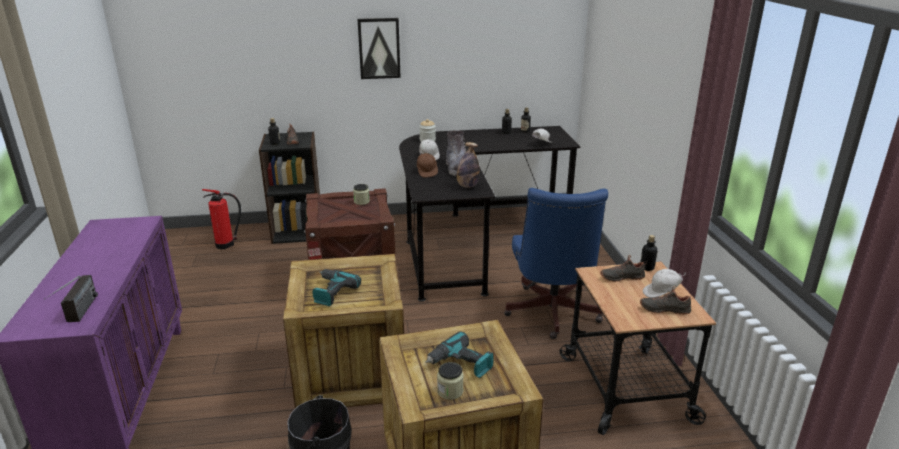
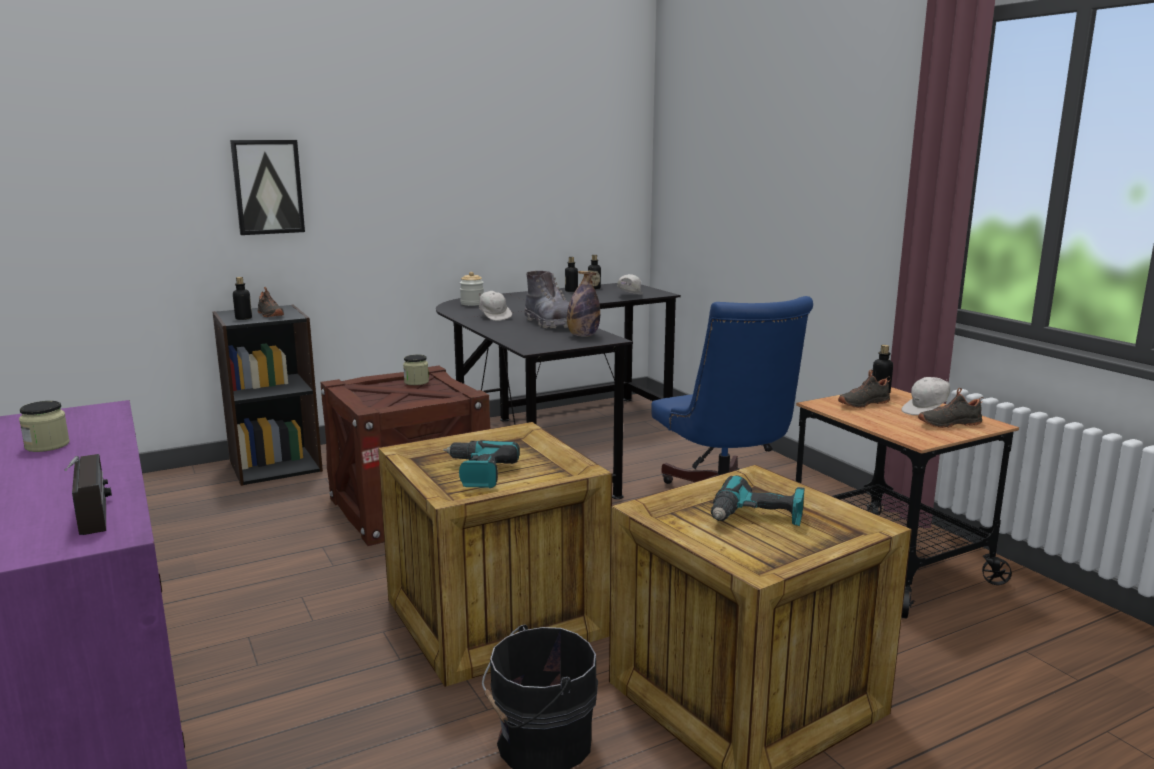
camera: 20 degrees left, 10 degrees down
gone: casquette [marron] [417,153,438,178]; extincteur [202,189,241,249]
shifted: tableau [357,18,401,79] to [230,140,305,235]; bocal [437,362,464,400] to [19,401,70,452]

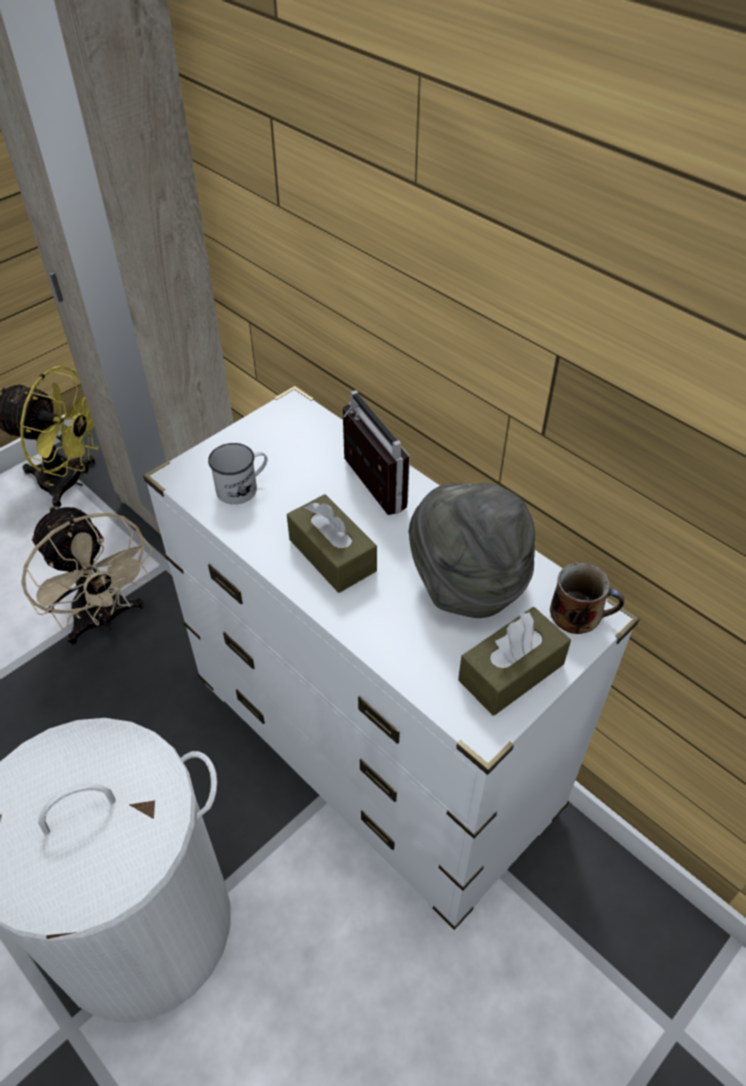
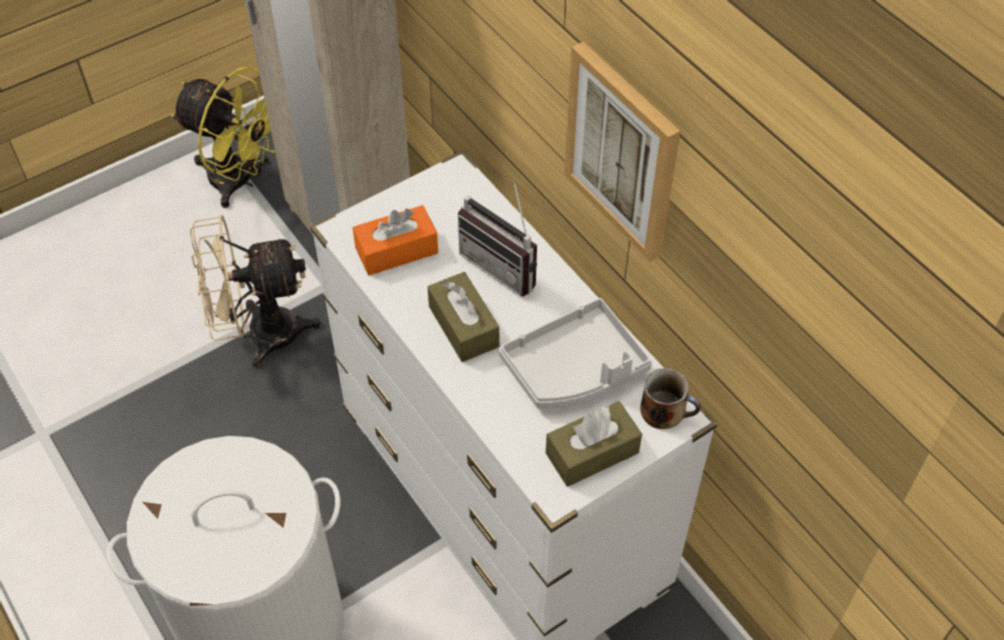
camera: 10 degrees right, 5 degrees up
new: tableau [564,42,680,262]
swapped: mug [blanc] [208,443,267,505] to boîte à mouchoirs [orange] [353,205,438,275]; chapeau [gris] [408,483,535,618] to plateau [gris] [499,298,652,408]
rotated: radio [343,390,410,515] = [458,177,537,297] 150 degrees clockwise; ventilateur [beige] [21,506,153,645] = [190,215,321,369] 105 degrees clockwise

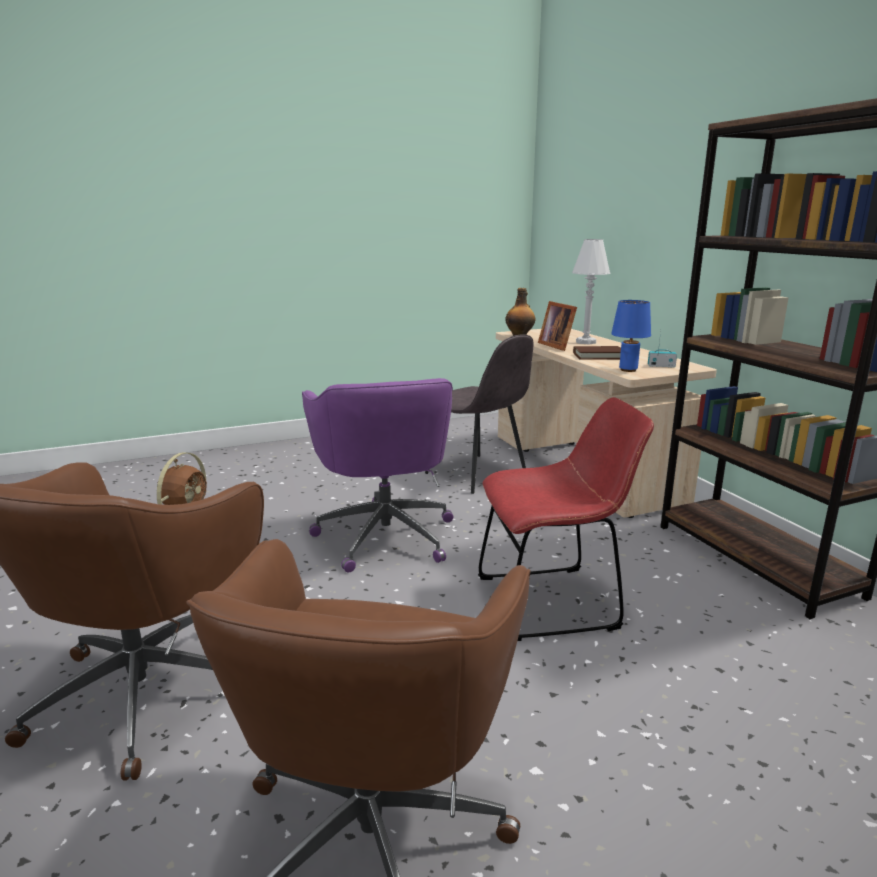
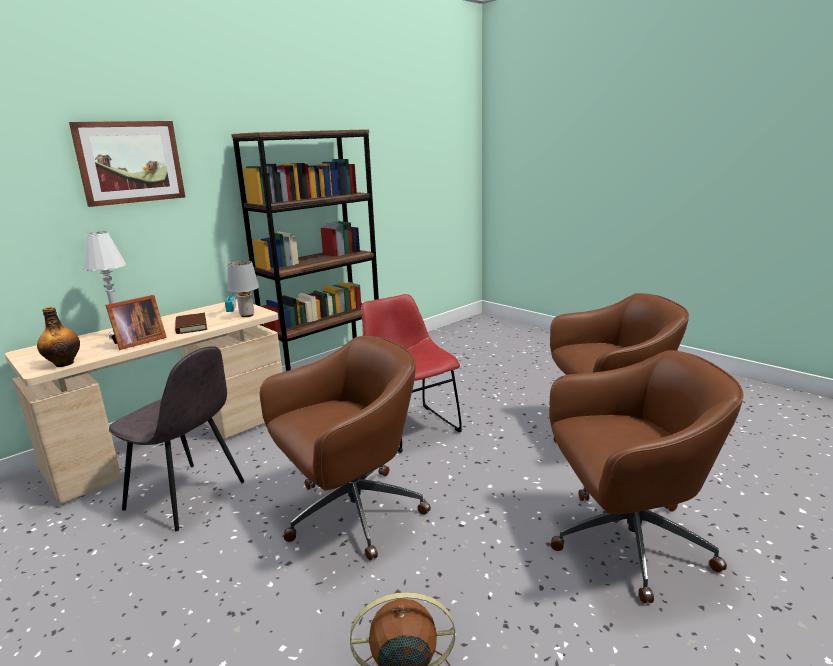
camera: 110 degrees left, 0 degrees up
new: tableau [69,121,185,207]
repainted: lampe de table [bleu] [611,300,651,372] to lampe de table [gris] [227,261,259,317]; chaise de bureau [violet] [302,378,453,573] to chaise de bureau [marron] [260,336,431,560]
rotated: chaise [gris] [425,334,534,494] = [109,346,245,531] 90 degrees clockwise

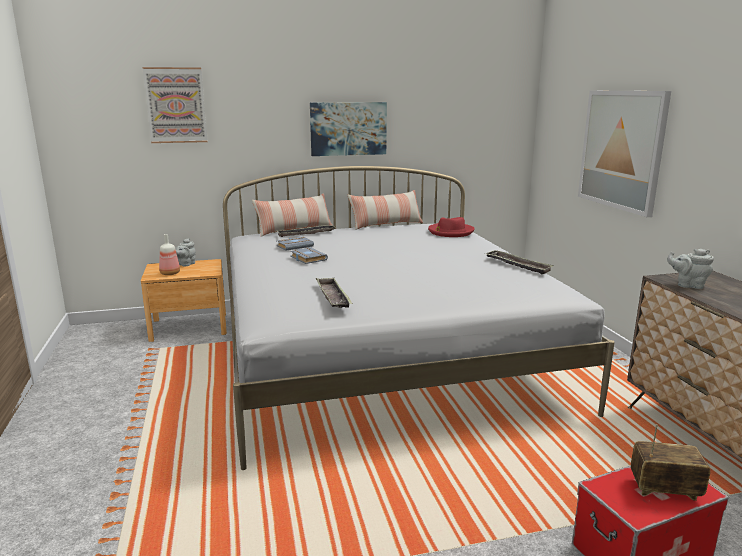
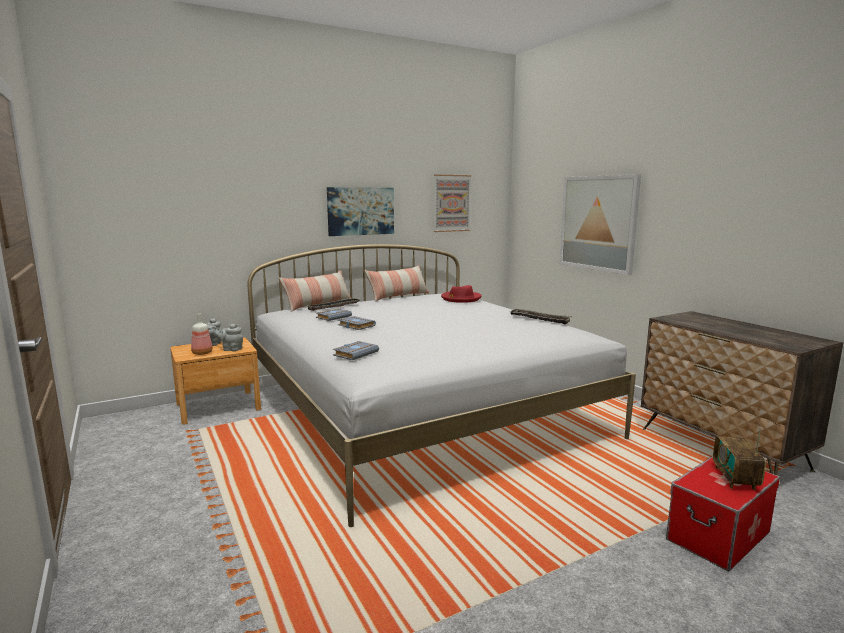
camera: 15 degrees left, 5 degrees down
gone: plateau [316,278,353,308]
new: livre [gris] [333,341,379,360]
shifted: tableau [143,67,208,143] to [434,174,471,232]; théière [gris] [667,249,714,289] to [215,324,243,351]
rotated: radio [631,424,710,501] = [713,427,766,490] 75 degrees counterclockwise

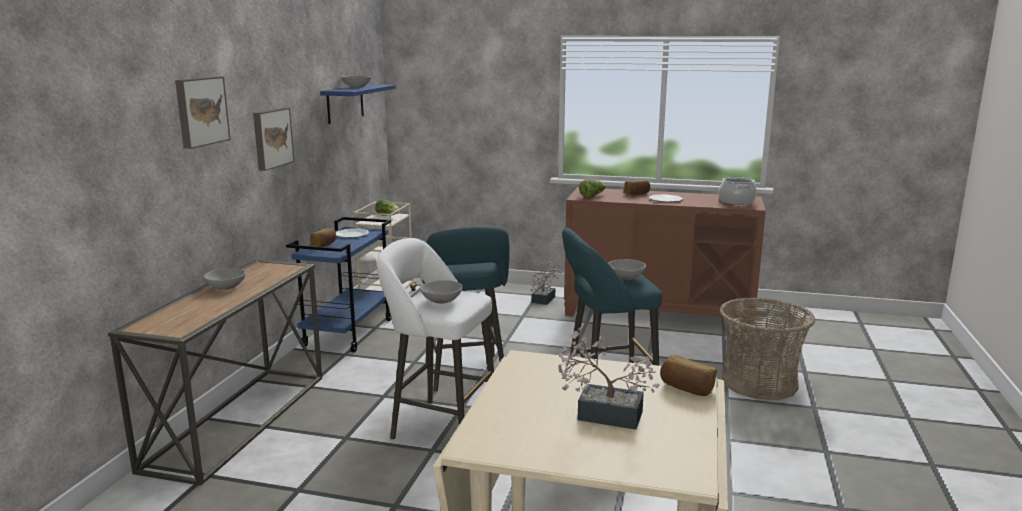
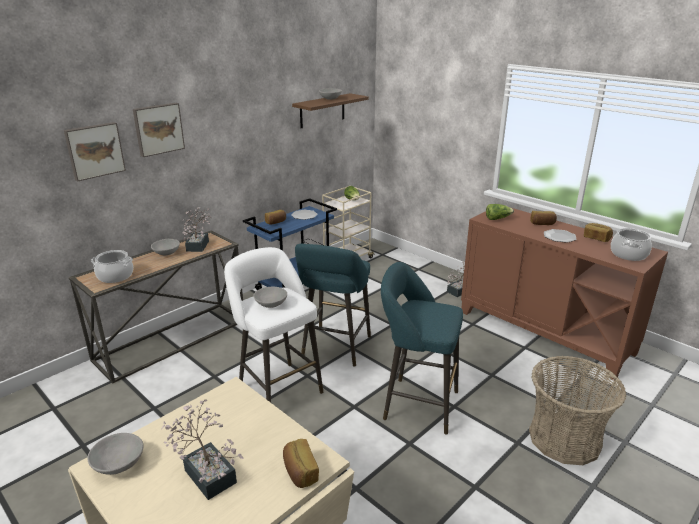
camera: 30 degrees right, 10 degrees up
new: plante en pot [182,207,211,252]; pain [584,223,613,242]; marmite [91,250,133,283]
shifted: tableau [253,108,295,171] to [64,122,126,181]; bol [gris] [608,259,646,280] to [87,433,144,475]
repainted: étagère [bleu] [320,84,396,124] to étagère [marron] [292,93,369,128]

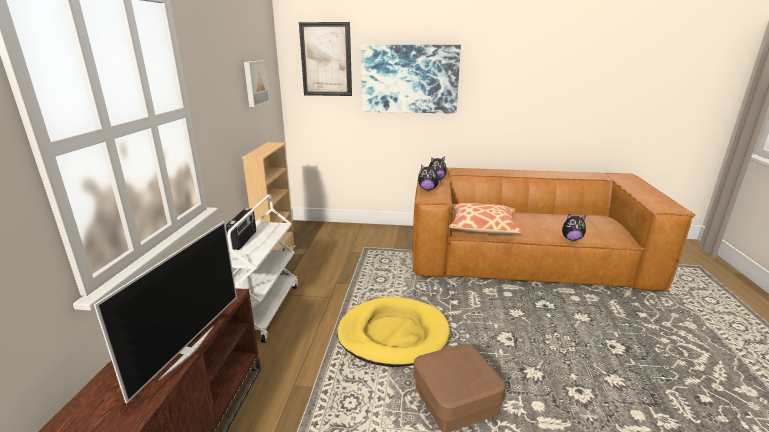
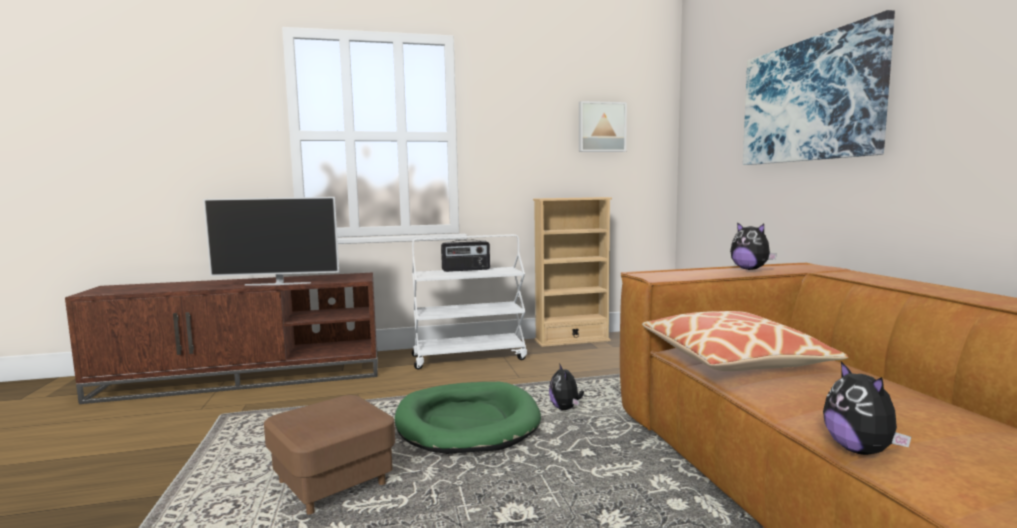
camera: 70 degrees right, 15 degrees down
gone: tableau [299,22,352,96]
shifted: peluche [418,165,441,190] to [549,363,584,410]
repainted: panier pour chien [jaune] [337,297,450,367] to panier pour chien [vert] [395,382,541,454]

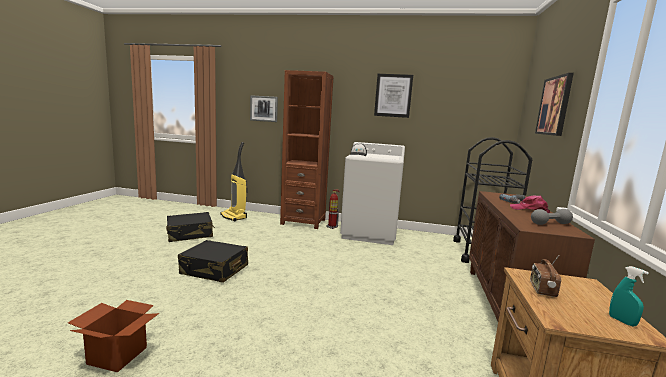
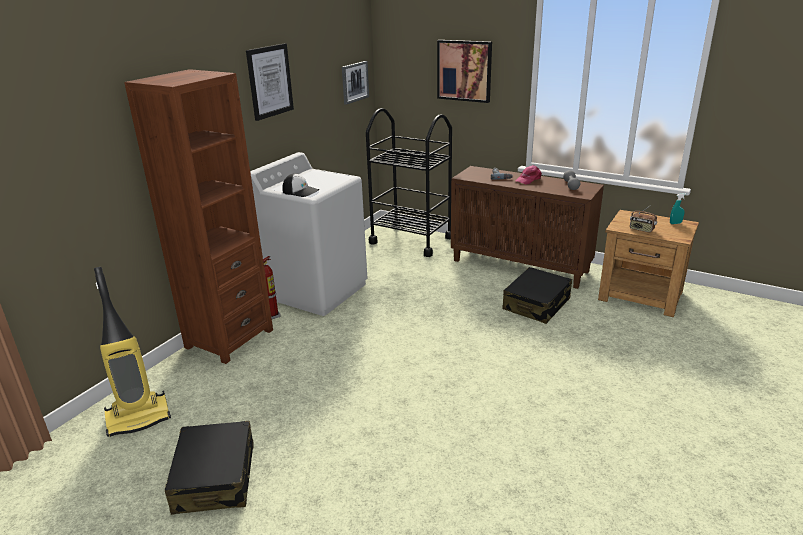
camera: 70 degrees left, 15 degrees up
gone: carton [68,300,159,373]
shifted: tableau [250,95,278,122] to [342,61,369,105]; valise [noir] [178,240,248,283] to [502,267,572,324]

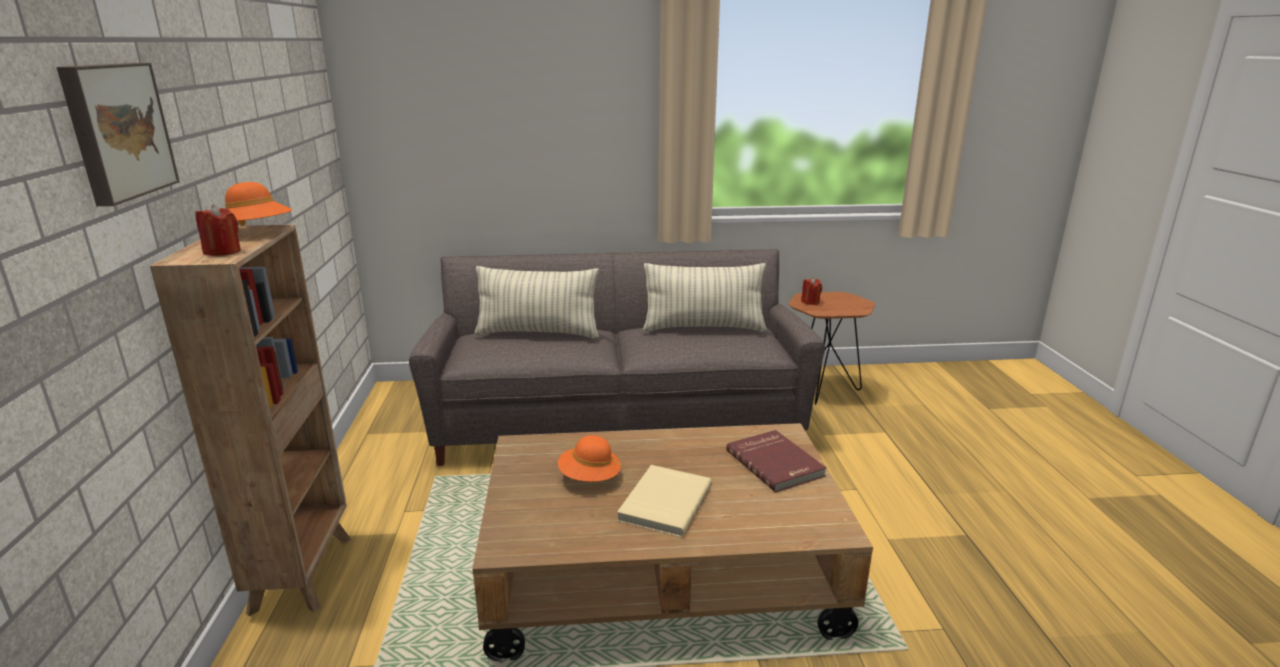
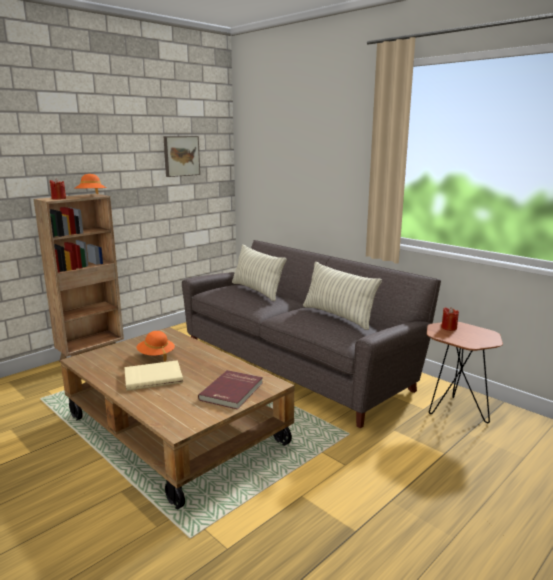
camera: 50 degrees right, 5 degrees down
shifted: tableau [56,63,180,206] to [163,136,200,177]

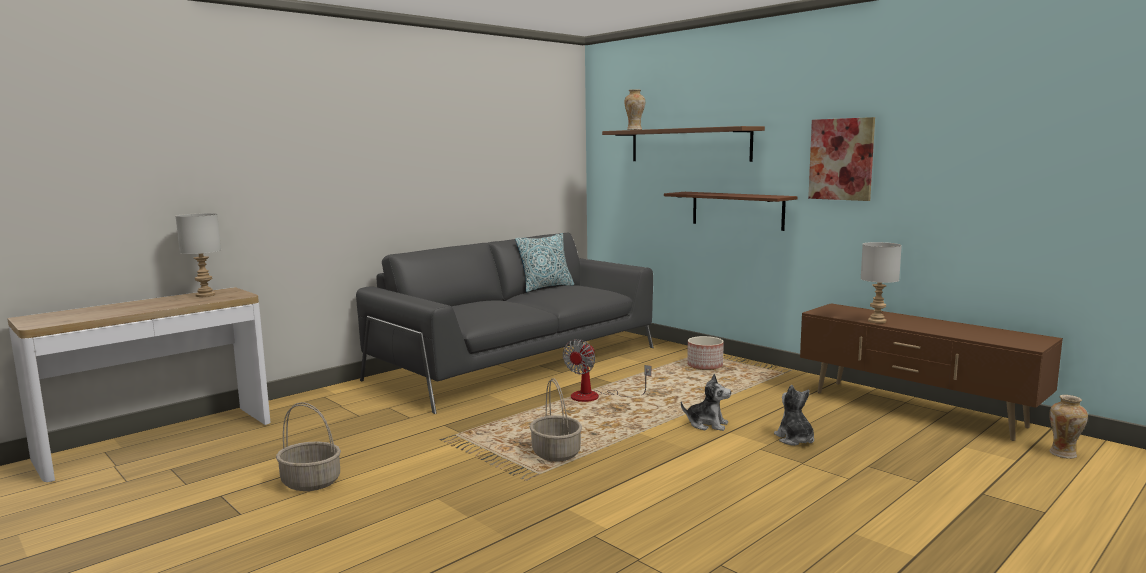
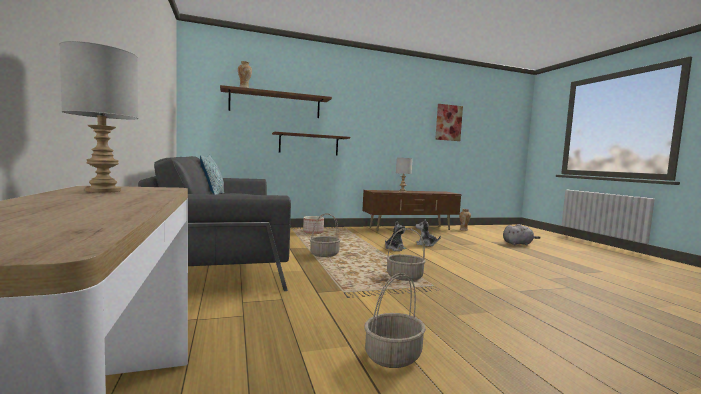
camera: 65 degrees left, 5 degrees down
new: peluche [gris] [503,224,541,245]
shifted: tableau [808,117,875,201] to [435,104,463,141]
swapped: ventilateur [563,339,651,402] to panier [310,213,341,257]

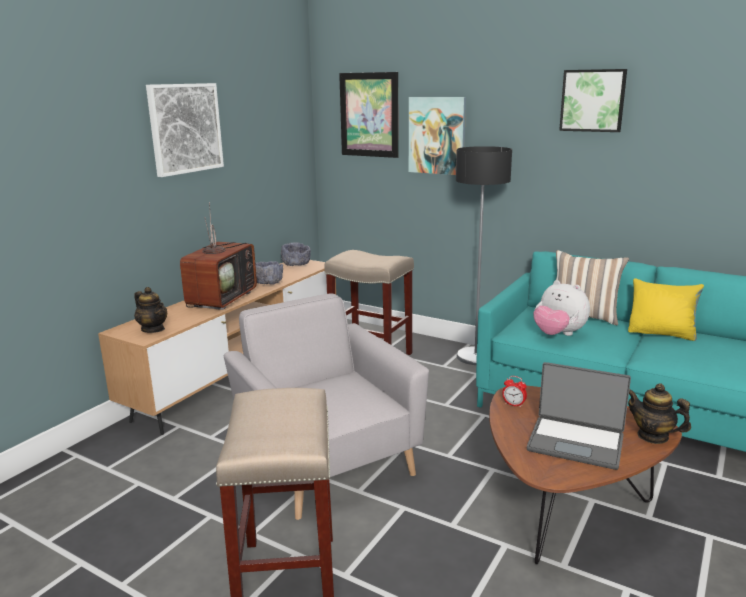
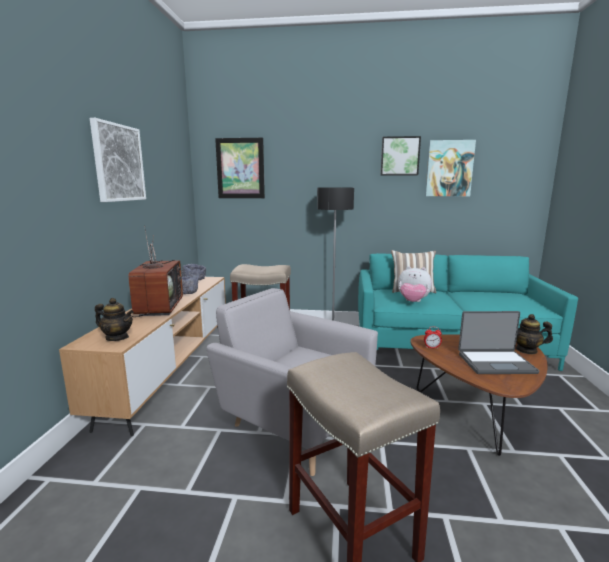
camera: 25 degrees left, 5 degrees down
gone: coussin [jaune] [628,278,704,341]
shifted: tableau [409,97,466,175] to [425,140,476,196]

